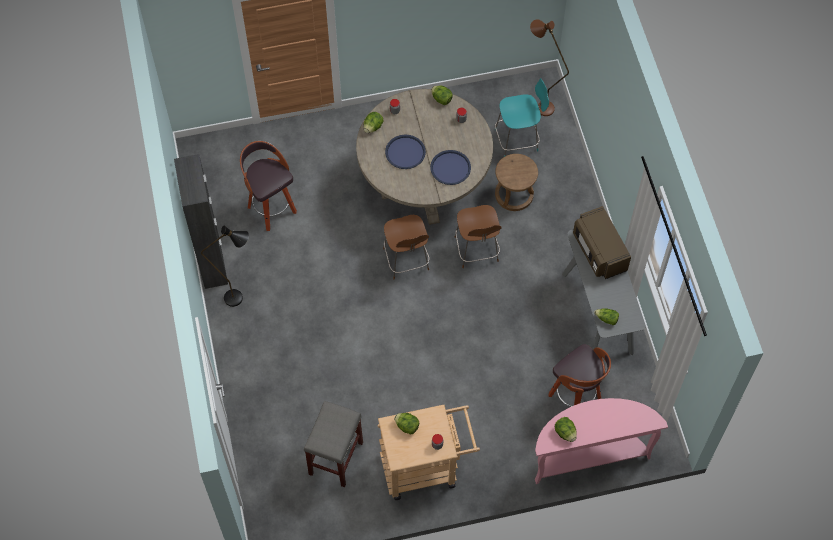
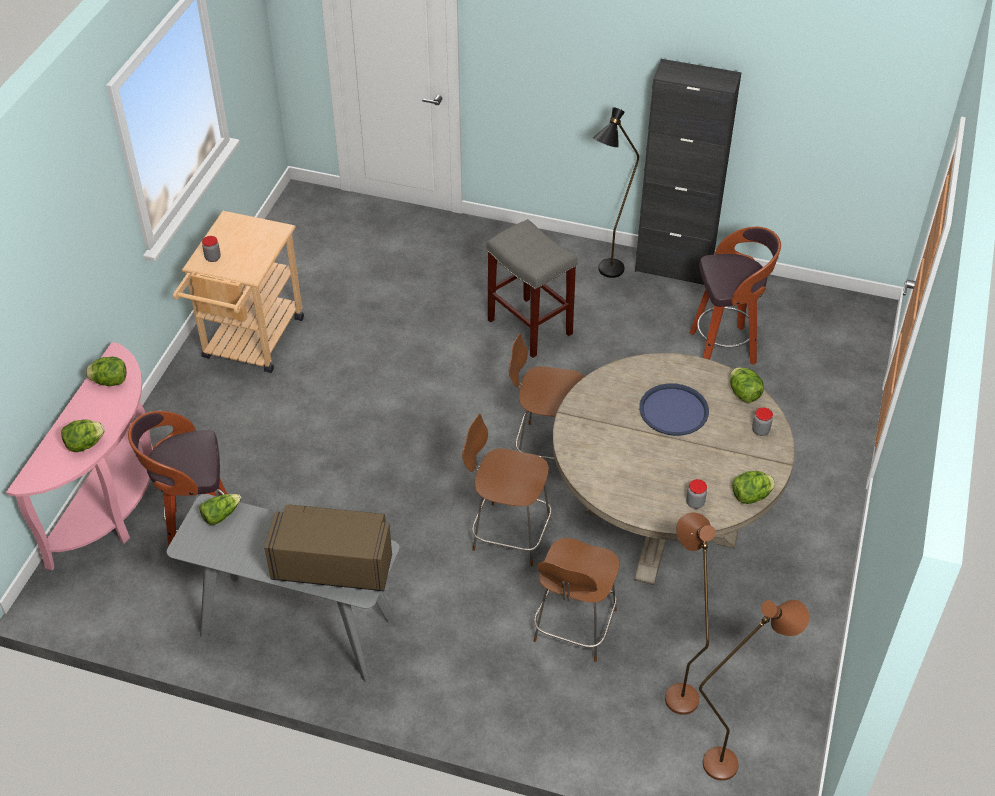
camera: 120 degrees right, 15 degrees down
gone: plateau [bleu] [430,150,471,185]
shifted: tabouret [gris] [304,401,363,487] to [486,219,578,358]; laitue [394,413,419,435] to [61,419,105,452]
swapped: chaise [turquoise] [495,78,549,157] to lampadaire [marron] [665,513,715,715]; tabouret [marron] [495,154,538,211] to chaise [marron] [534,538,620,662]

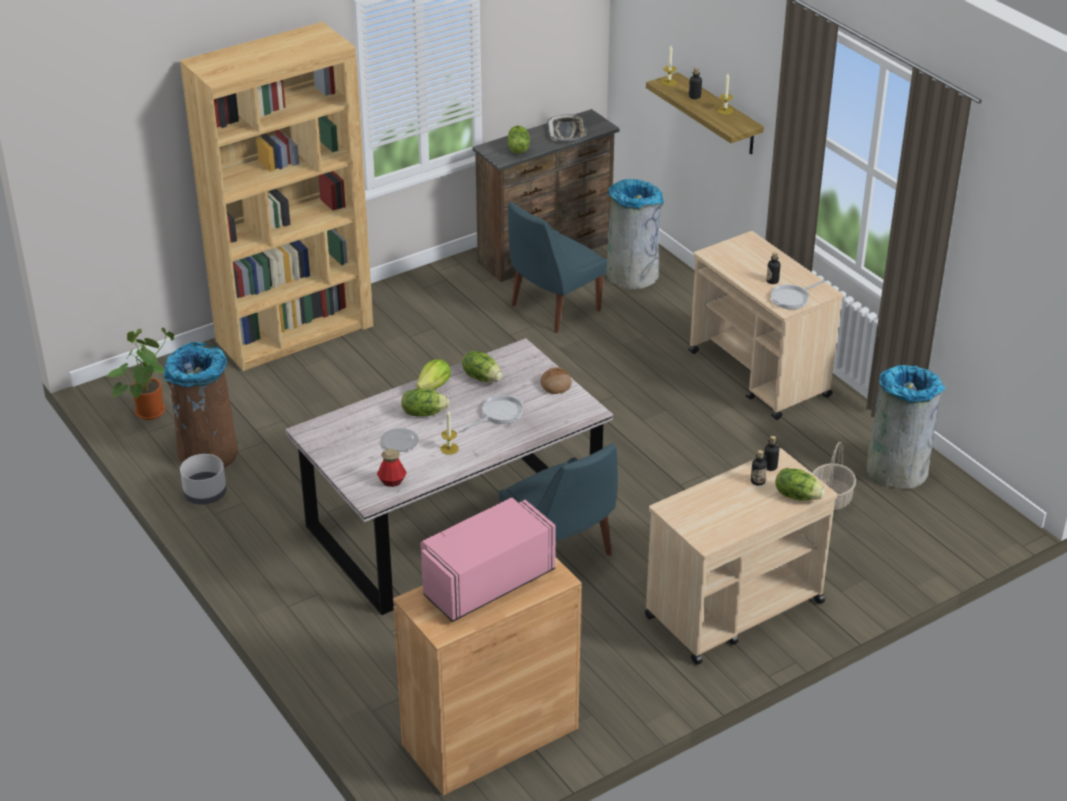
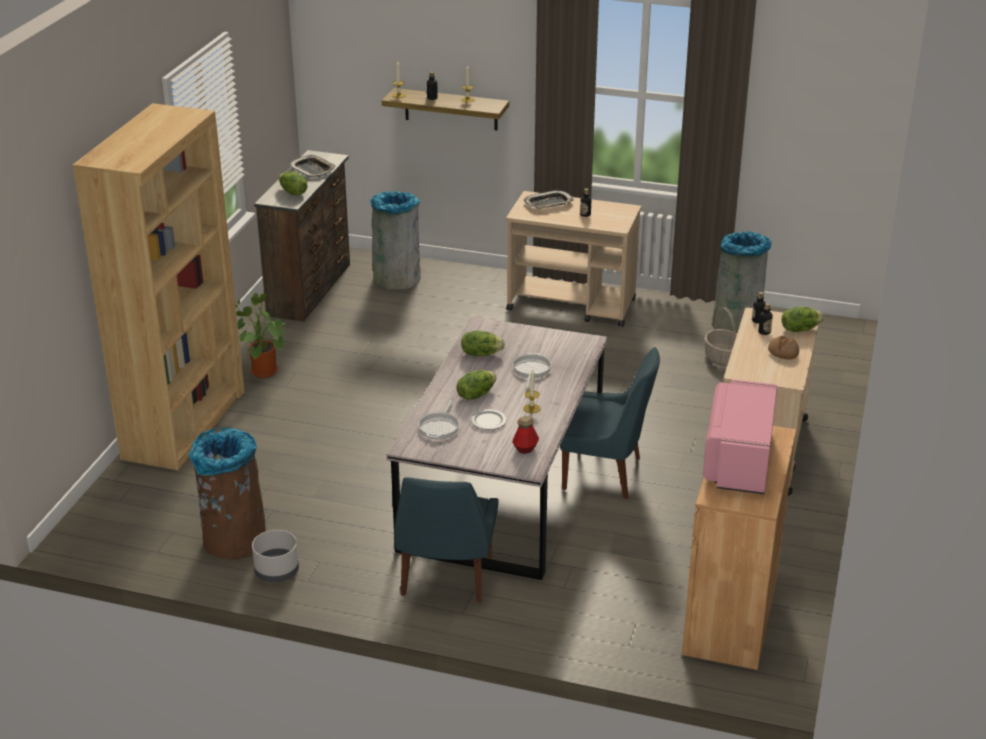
camera: 40 degrees left, 5 degrees down
gone: laitue [416,359,451,390]
new: plateau [524,190,574,209]
shifted: chaise [bleu] [508,202,607,333] to [395,477,499,603]; poêle [771,280,825,309] to [418,398,460,439]; plante en pot [106,328,175,420] to [235,293,288,378]; pain [540,367,572,394] to [768,336,799,360]

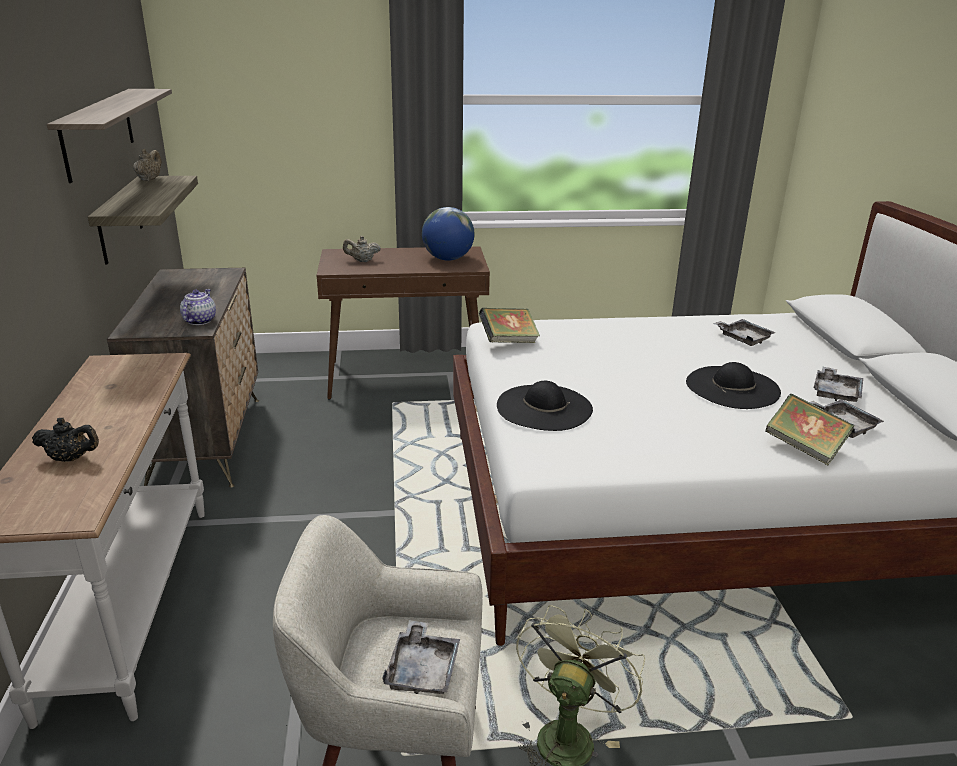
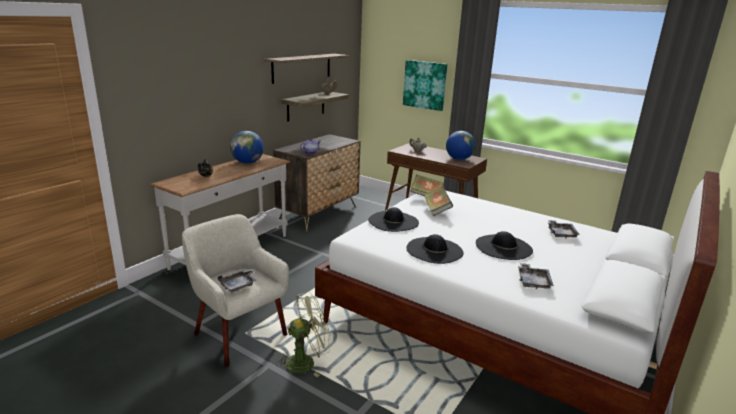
camera: 40 degrees right, 5 degrees down
gone: plateau [gris] [814,367,863,402]
new: tableau [403,60,447,111]; globe [230,131,264,164]; chapeau [noir] [406,234,464,264]
shifted: livre [765,394,854,465] to [424,187,453,216]

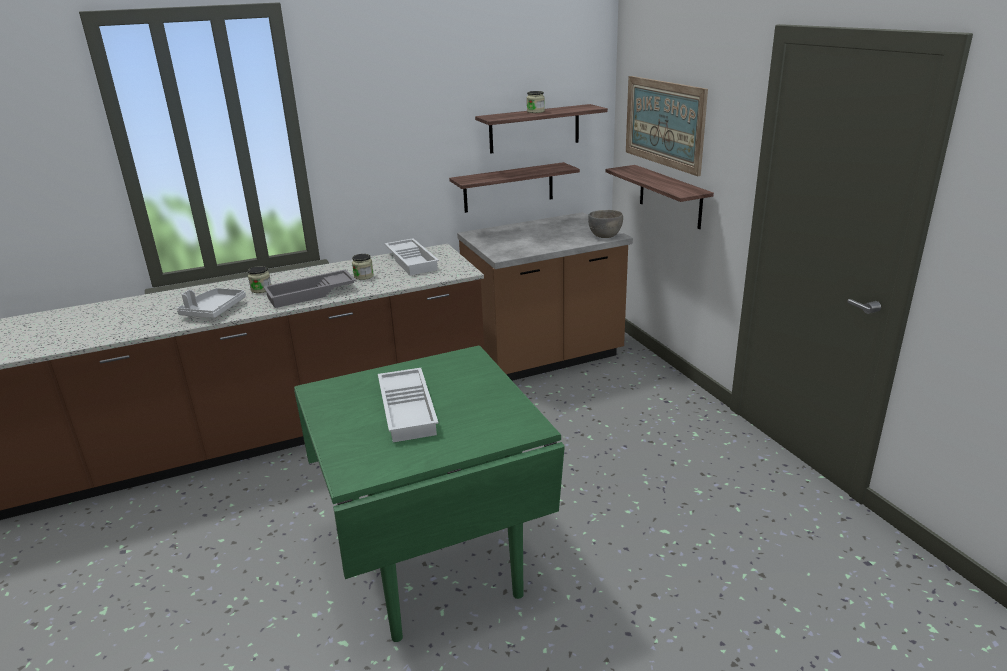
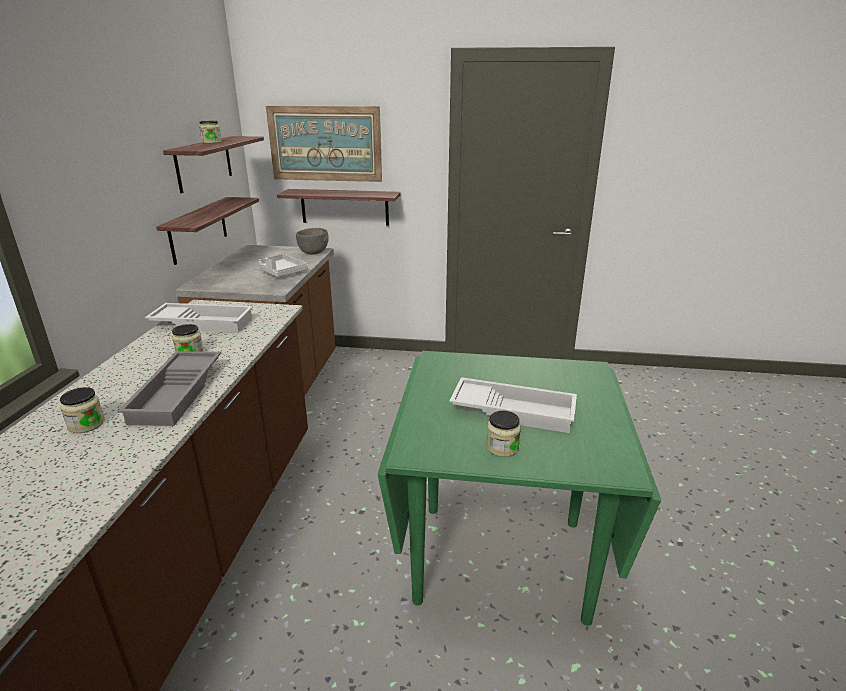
camera: 60 degrees left, 0 degrees up
new: bocal [486,411,521,457]
shifted: plateau [gris] [177,288,246,318] to [259,254,308,277]

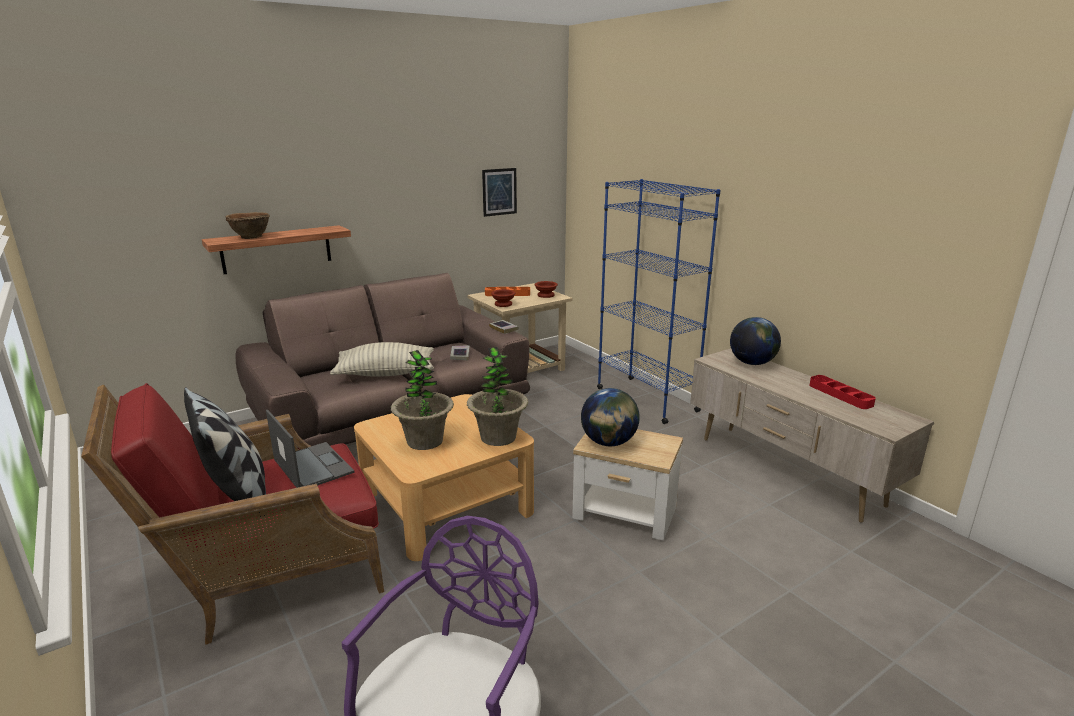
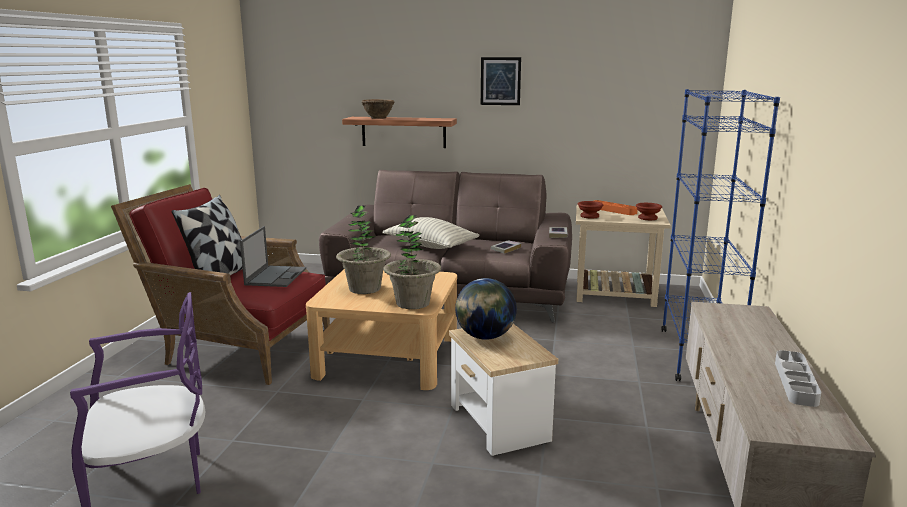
camera: 45 degrees right, 5 degrees down
gone: globe [730,317,781,365]
shifted: tableau [482,168,517,217] to [481,57,521,105]
repainted: plateau [rouge] [809,375,876,409] to plateau [gris] [775,350,821,407]

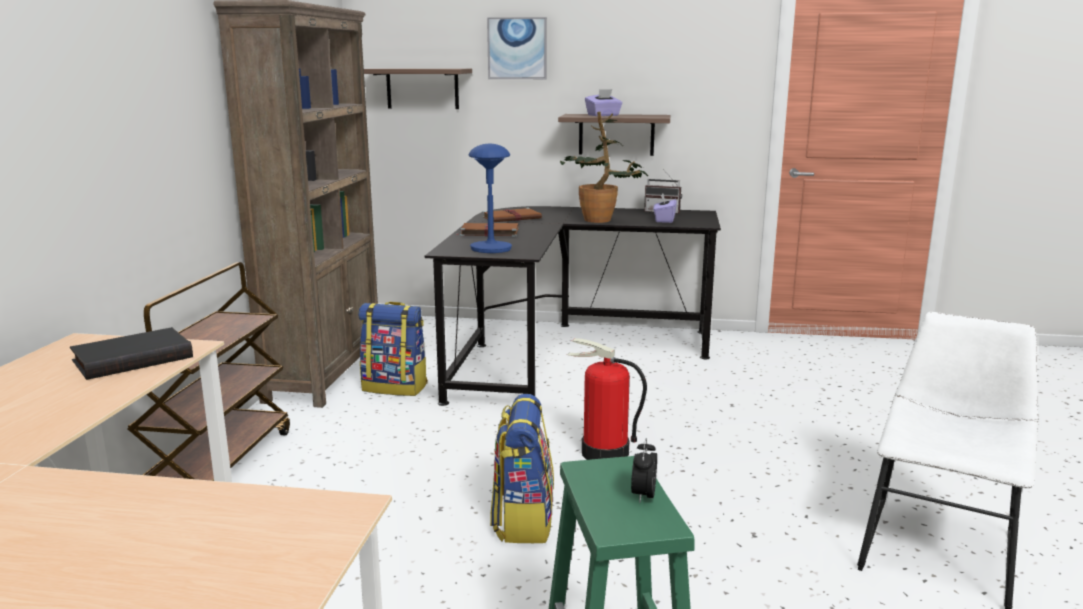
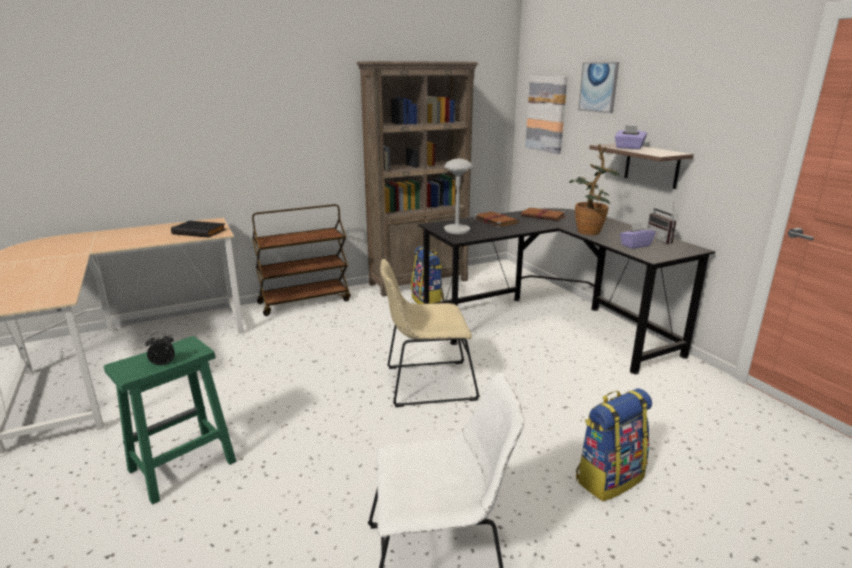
camera: 55 degrees right, 5 degrees up
shifted: sac à dos [490,394,554,543] to [576,388,652,501]
swapped: étagère [364,68,472,109] to tableau [525,76,568,154]; extincteur [567,338,647,460] to chaise [beige] [380,259,480,407]
repainted: lampe de table [bleu] [469,144,512,253] to lampe de table [gris] [444,159,473,234]

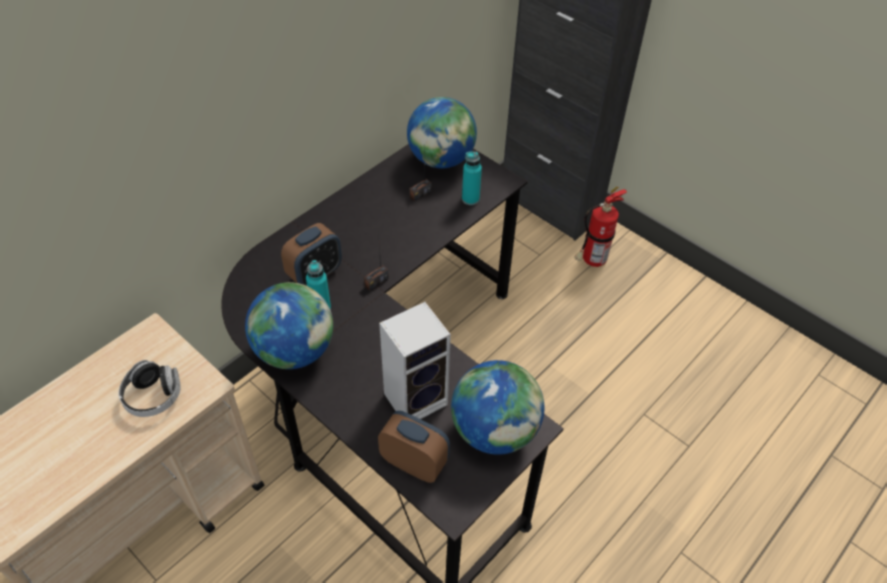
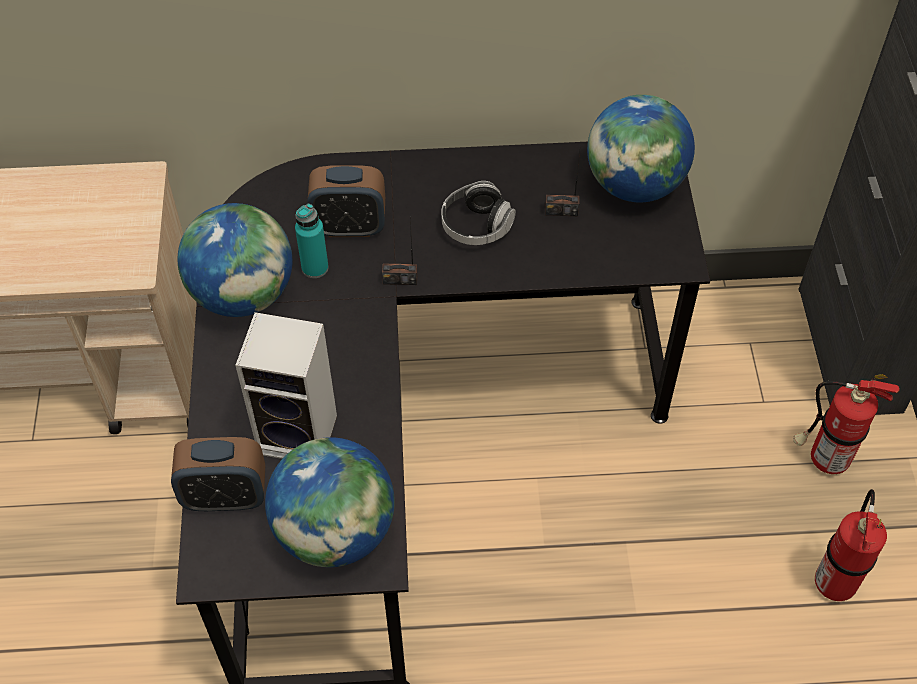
camera: 45 degrees right, 5 degrees up
gone: bouteille [turquoise] [462,151,482,205]
new: extincteur [815,489,887,601]
shifted: casque audio [119,360,181,417] to [441,181,516,245]
rotated: réveil [378,411,450,483] = [171,437,265,511] 105 degrees clockwise

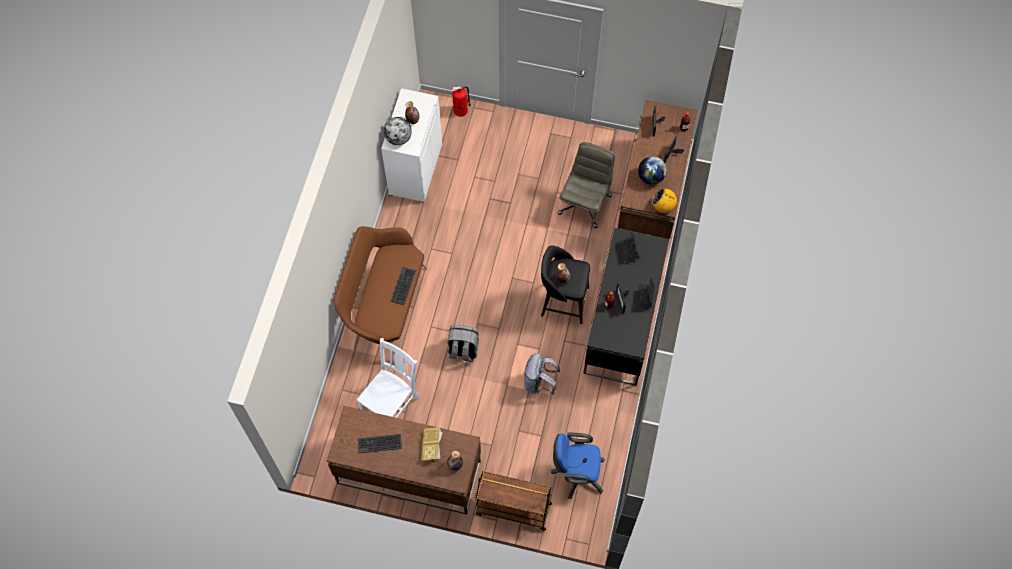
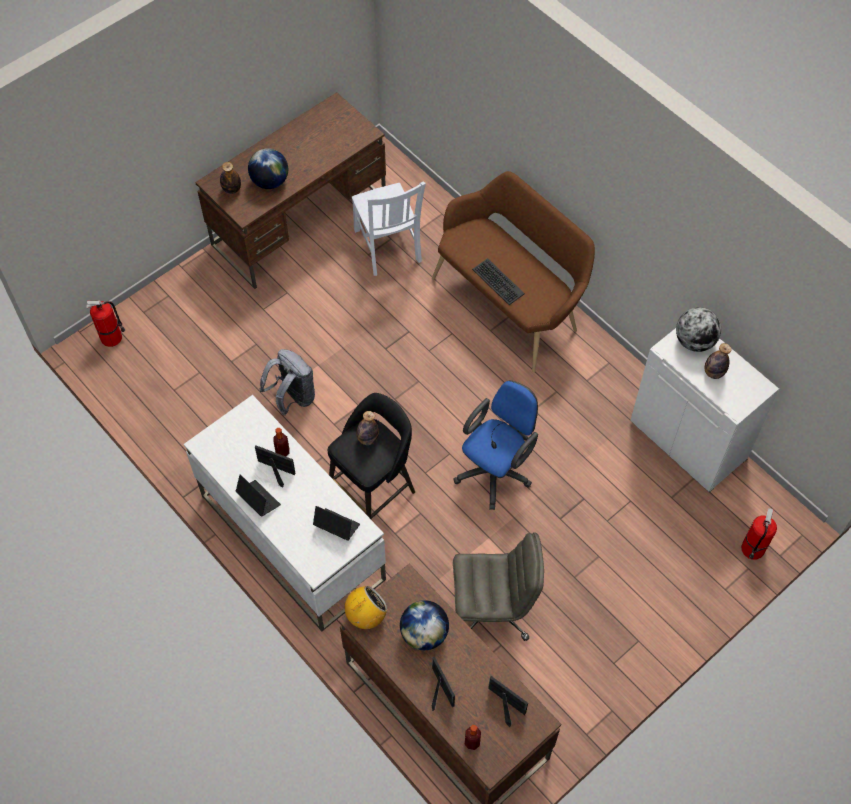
camera: 125 degrees right, 5 degrees down
gone: sac à dos [gris] [448,325,479,362]; clavier [358,434,402,453]; chariot [marron] [476,471,552,530]
new: extincteur [86,300,125,347]
shifted: chaise de bureau [bleu] [551,432,605,499] to [453,380,538,510]
swapped: livre [421,427,443,461] to globe [248,148,288,189]
repainted: bureau [noir] [583,228,669,386] to bureau [blanc] [184,395,386,632]
rotated: chaise de bureau [gris] [558,142,615,228] = [453,532,544,641] 60 degrees counterclockwise

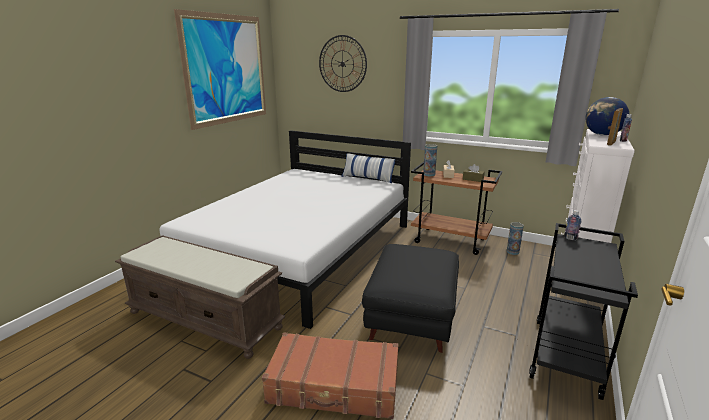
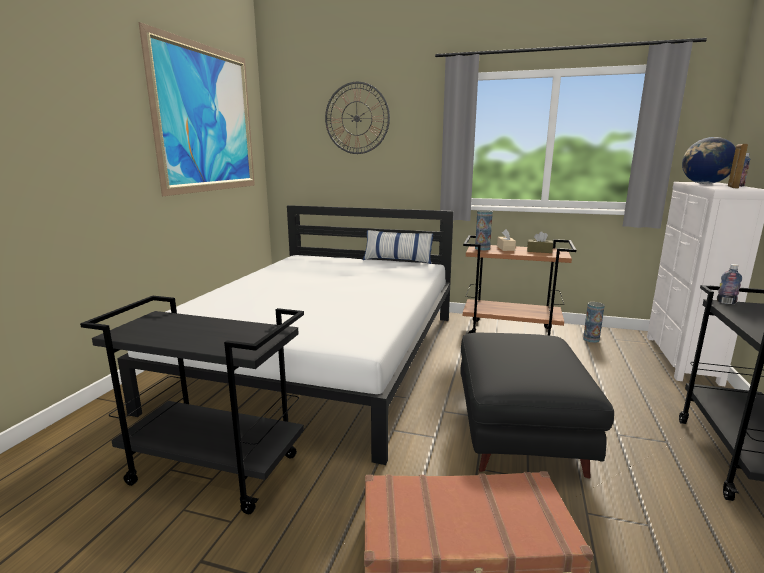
camera: 10 degrees left, 5 degrees down
swapped: banc [marron] [115,235,285,359] to chariot [noir] [80,296,304,514]

